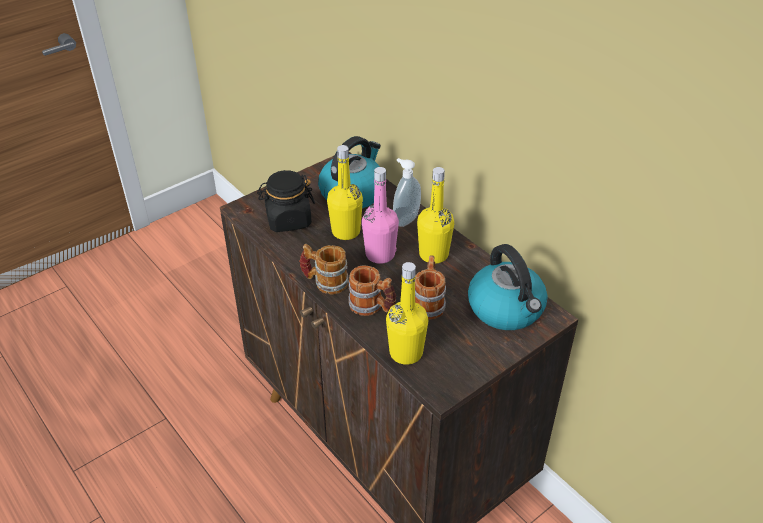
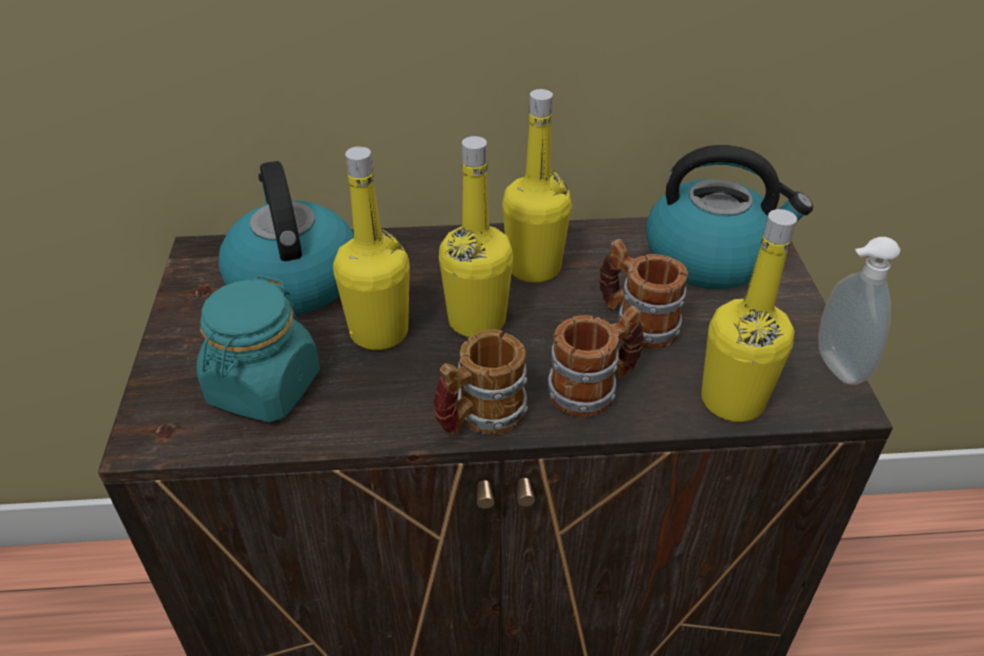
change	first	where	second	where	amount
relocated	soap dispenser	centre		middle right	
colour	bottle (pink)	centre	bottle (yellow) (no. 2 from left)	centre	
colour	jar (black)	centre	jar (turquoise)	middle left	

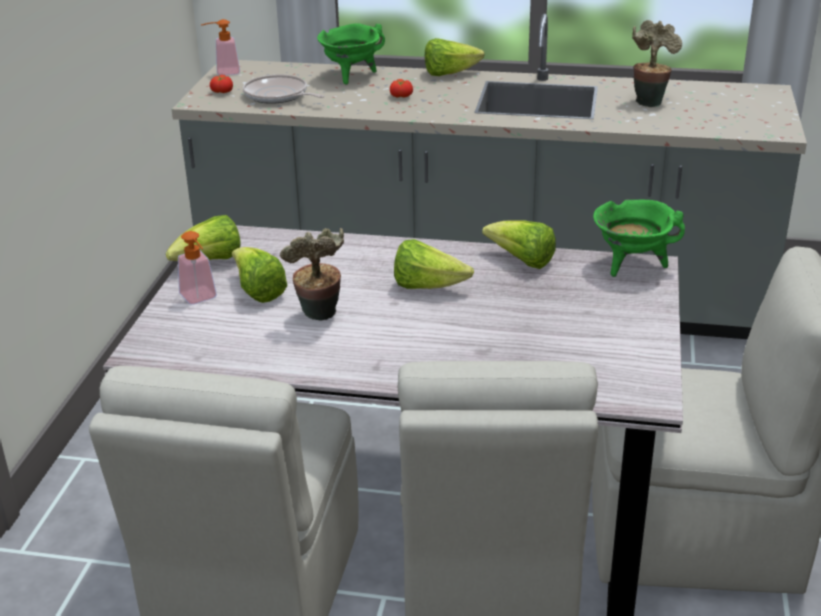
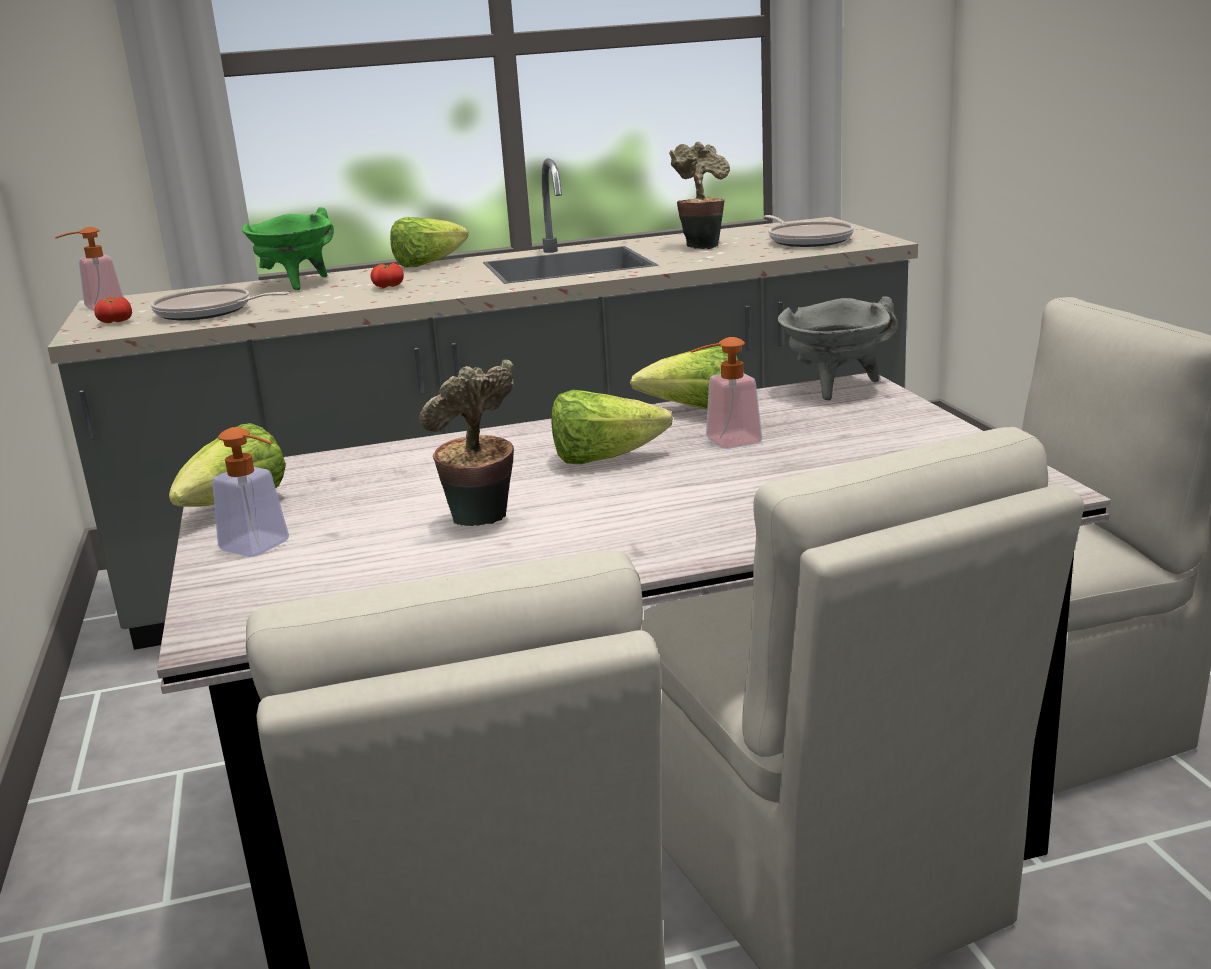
change	first	where	second	where	amount
colour	cooking pot (green) (no. 2 from left)	middle right	cooking pot (grey)	middle right	
missing	lettuce (no. 2 from left)	middle left			
appeared			frying pan (no. 2 from left)	top right	
appeared			soap dispenser (no. 3 from left)	centre	

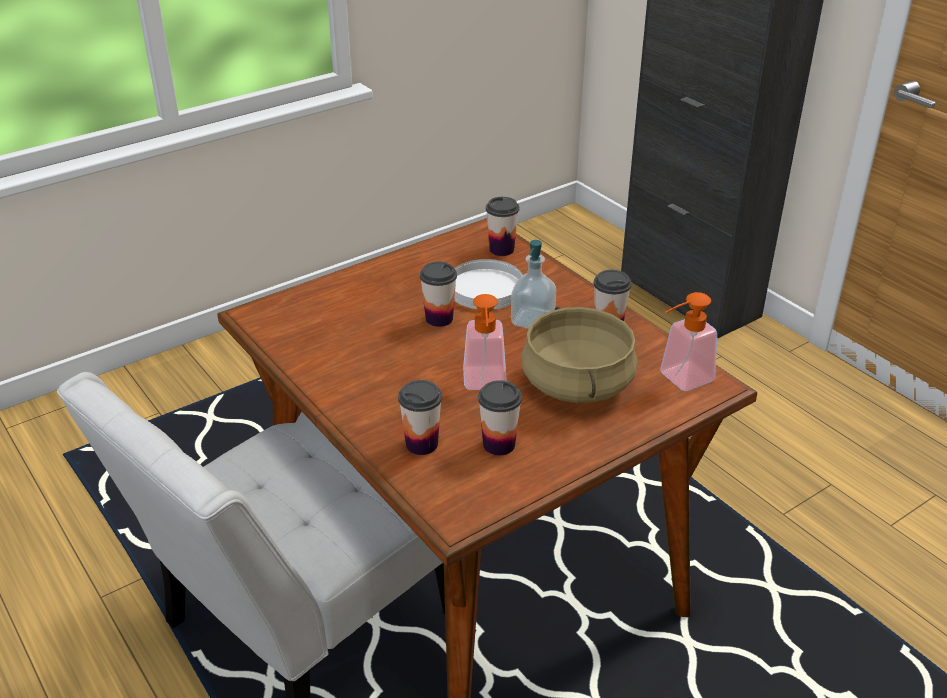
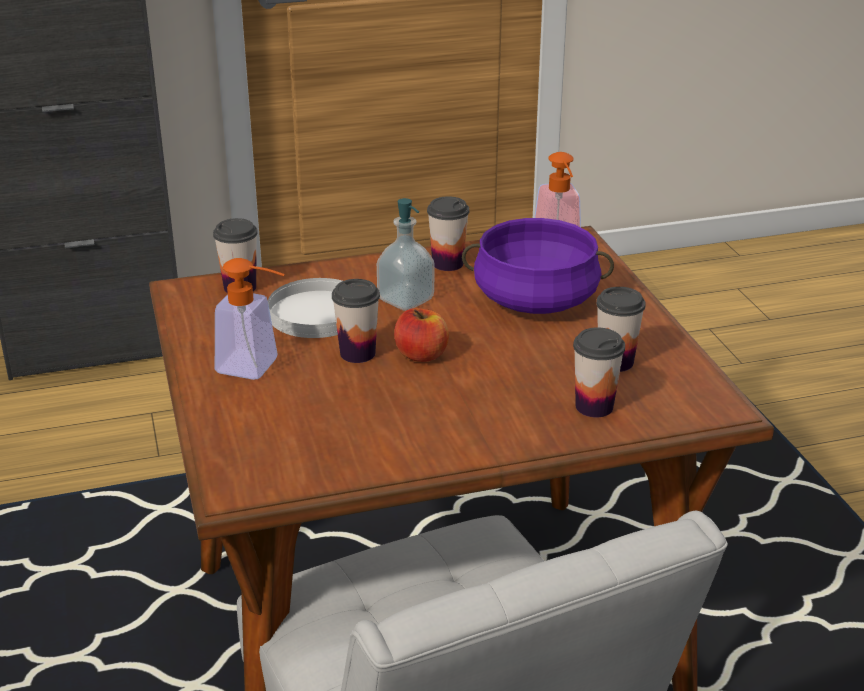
change	first	where	second	where	amount
relocated	soap dispenser (no. 1 from left)	centre		middle left	
colour	cooking pot (beige)	centre	cooking pot (purple)	centre	
appeared			apple	centre	

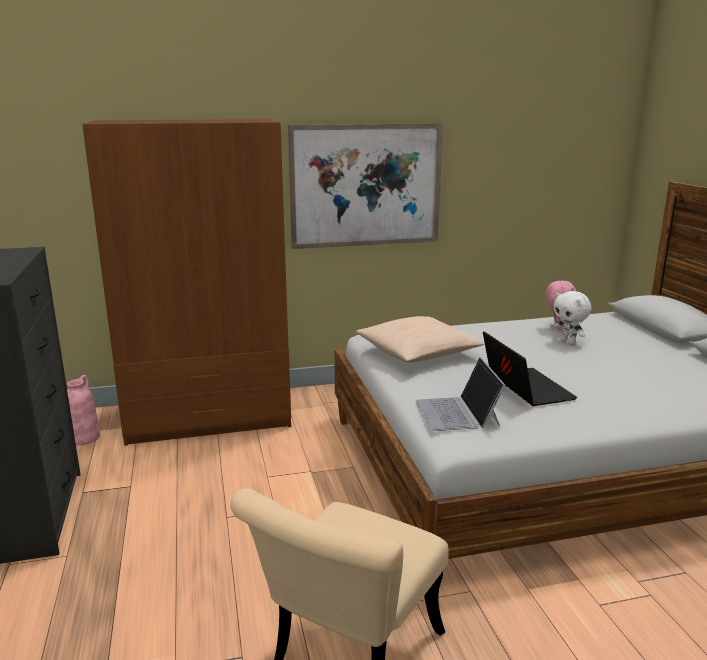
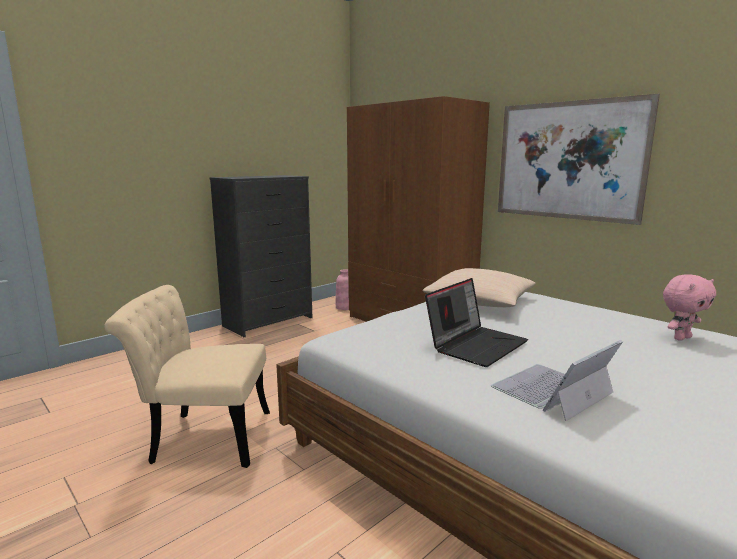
change	first	where	second	where	amount
missing	plush toy (white)	middle right			
relocated	laptop (no. 1 from left in the first image)	centre	laptop (no. 2 from left)	bottom right	

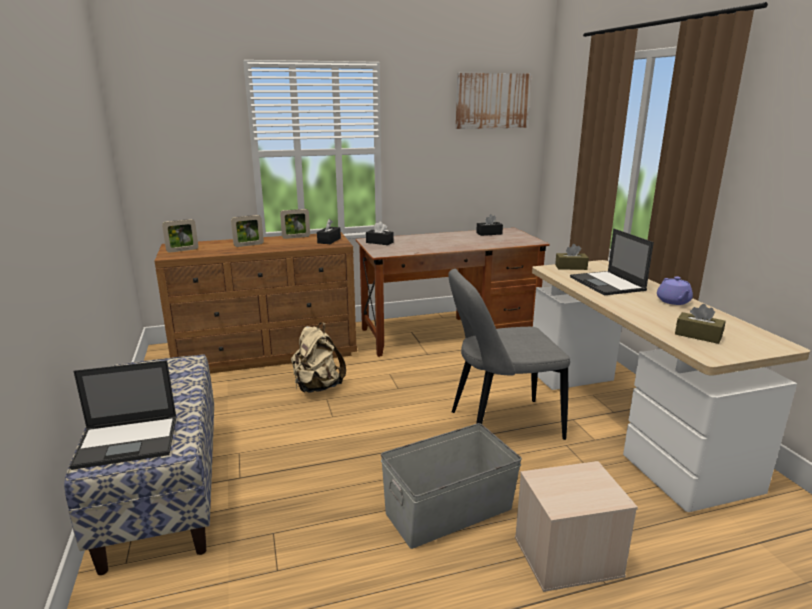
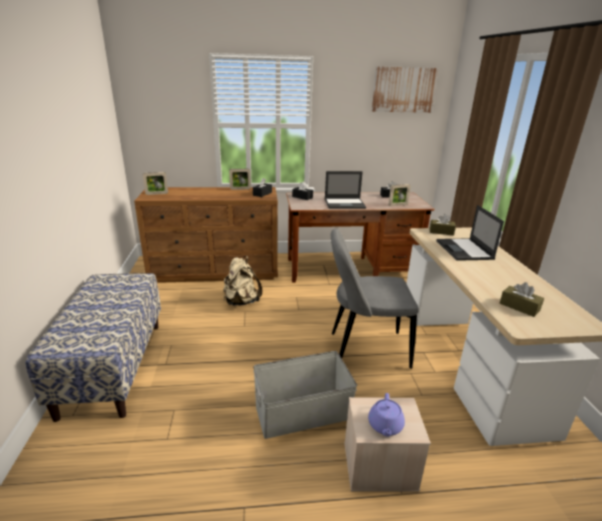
change	first	where	second	where	amount
relocated	picture frame (no. 2 from left in the first image)	middle left	picture frame (no. 3 from left)	centre	
relocated	teapot (purple)	middle right		bottom centre	
relocated	laptop (no. 1 from left)	bottom left		centre	

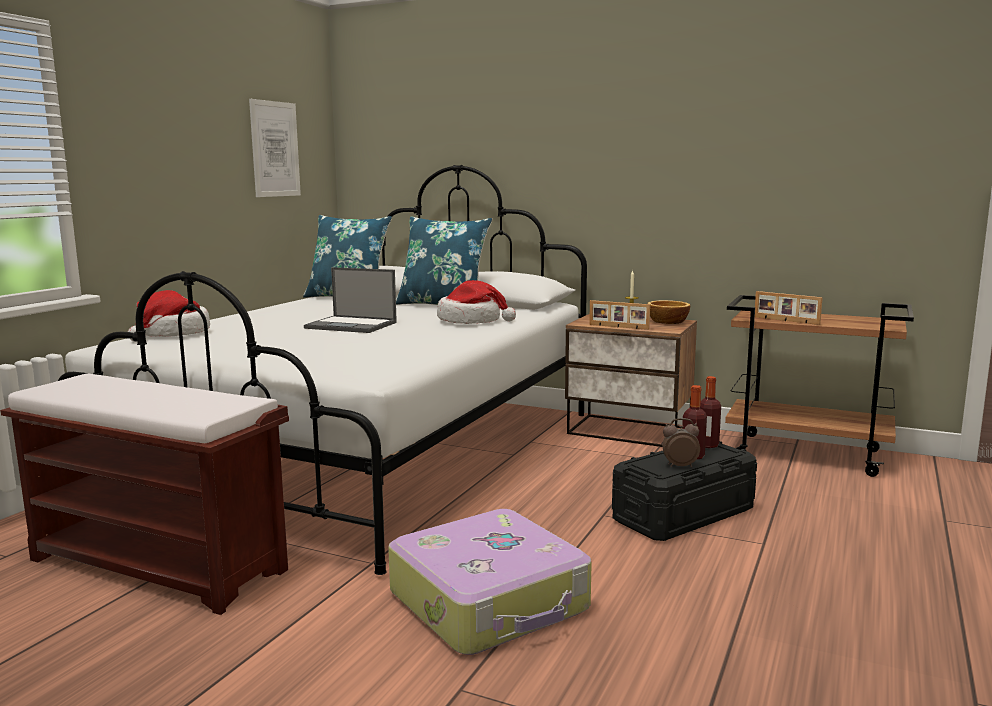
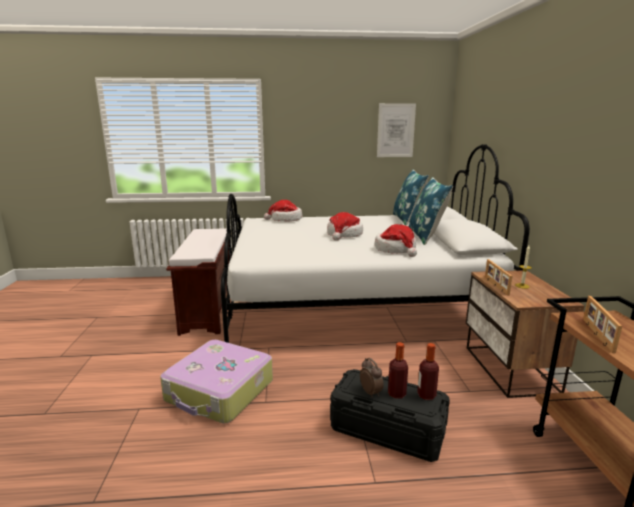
change	first	where	second	where	amount
exchanged	laptop	centre	hat (no. 2 from left)	centre	
missing	bowl	middle right			

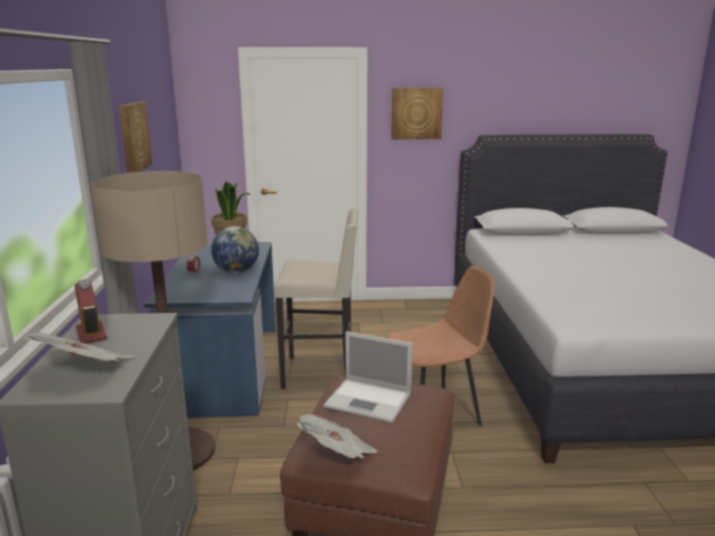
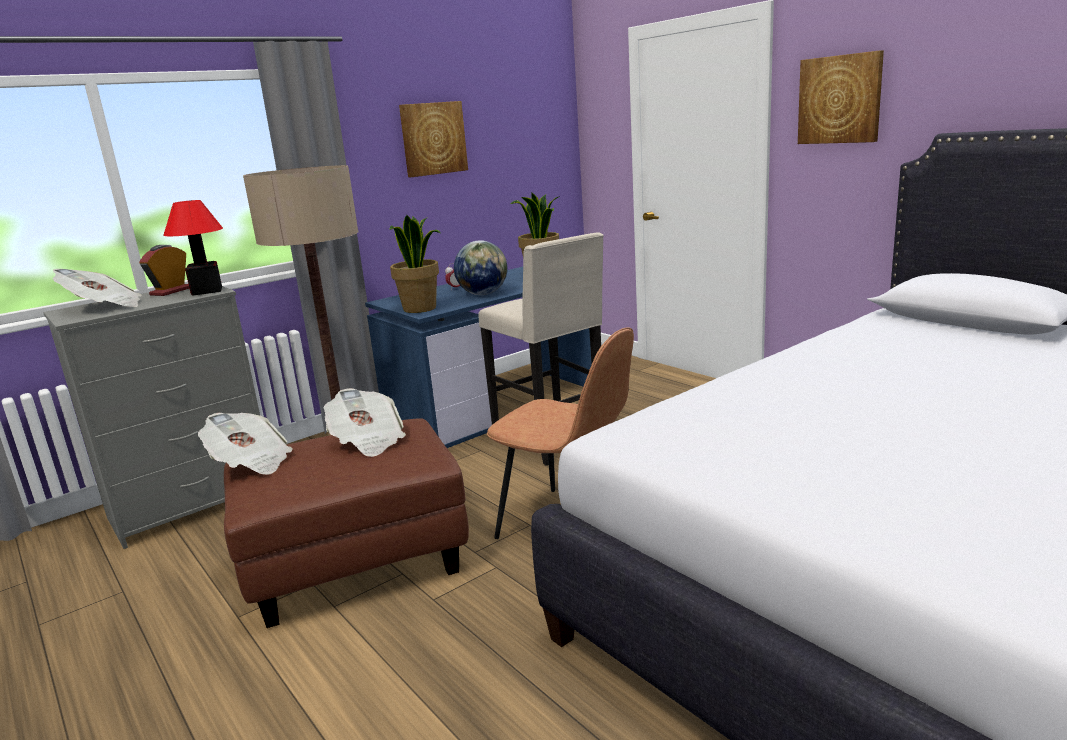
change	first	where	second	where	amount
exchanged	laptop	bottom centre	newspaper (no. 3 from left)	centre	
appeared			table lamp	middle left	
appeared			potted plant (no. 1 from left)	centre	

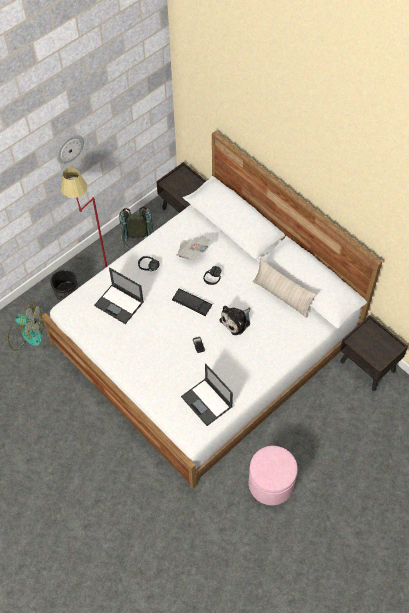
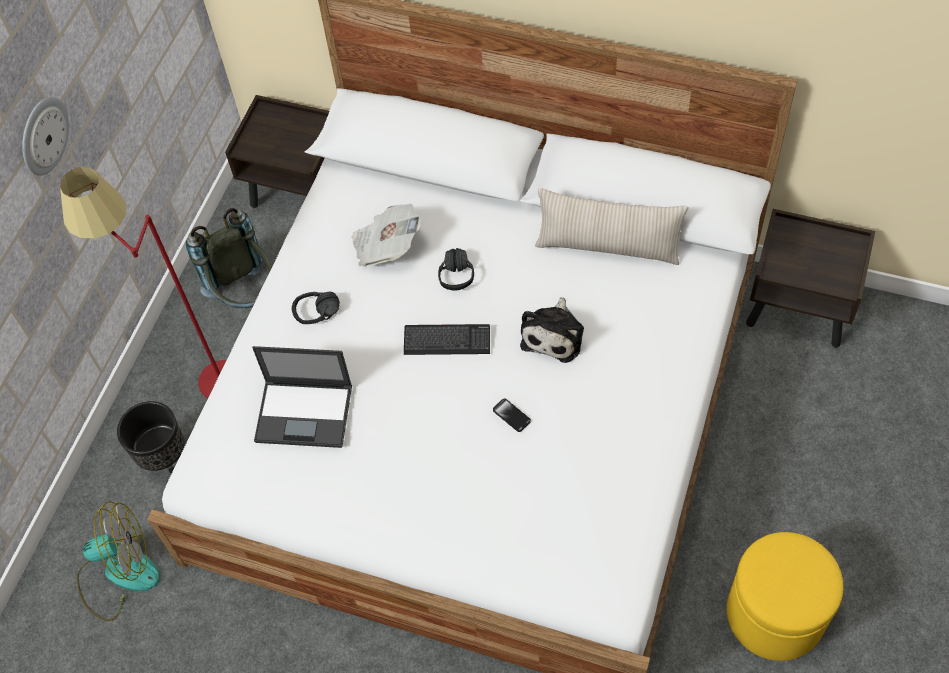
change	first	where	second	where	amount
missing	laptop (no. 2 from left)	centre			
colour	ottoman (pink)	bottom right	ottoman (yellow)	bottom right	

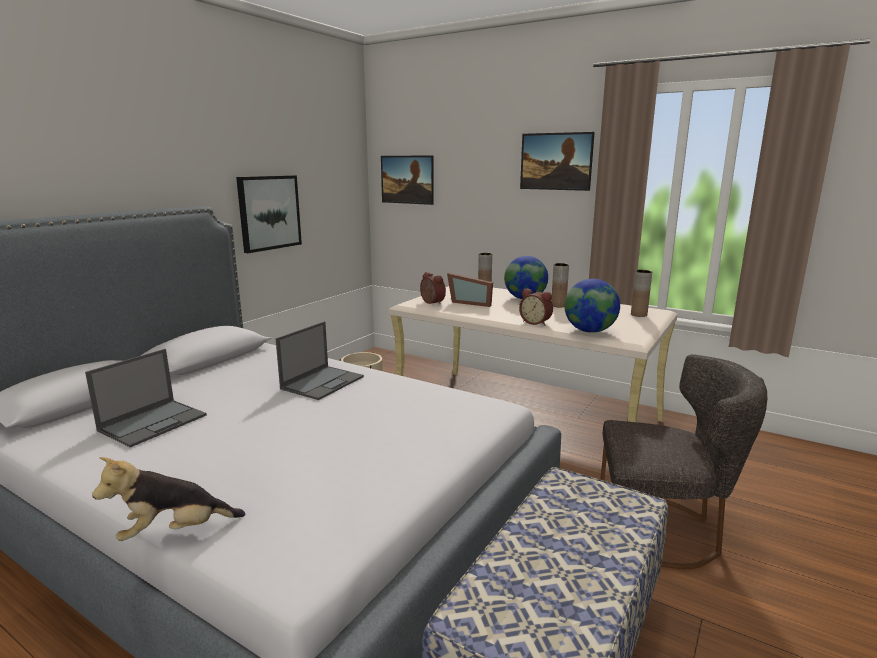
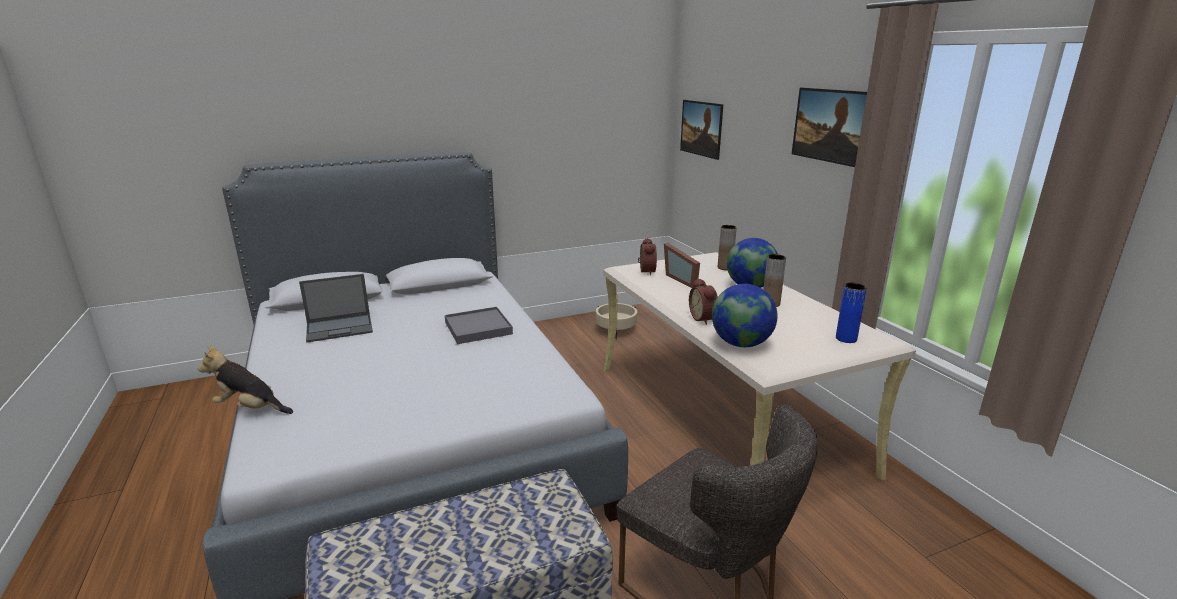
change	first	where	second	where	amount
missing	picture (no. 1 from left)	top left			
colour	vase (brown) (no. 3 from left)	middle right	vase (blue)	middle right	
exchanged	laptop (no. 2 from left)	centre	tray (grey)	centre	

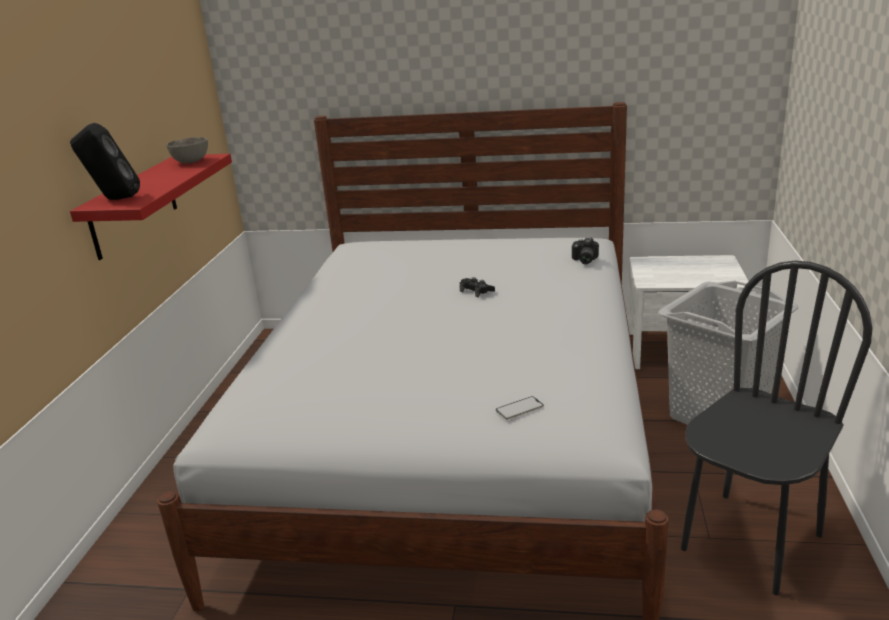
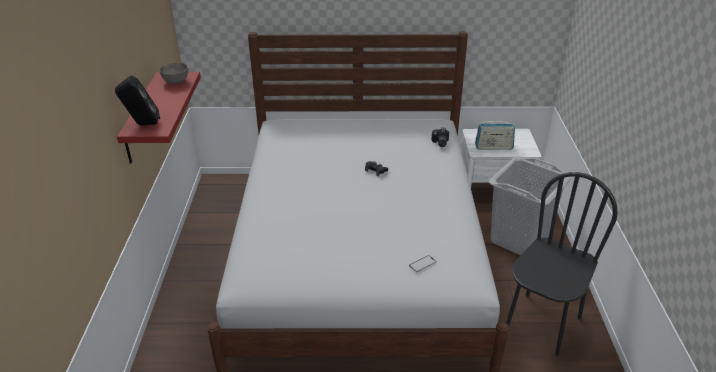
change	first	where	second	where	amount
appeared			radio	middle right	

